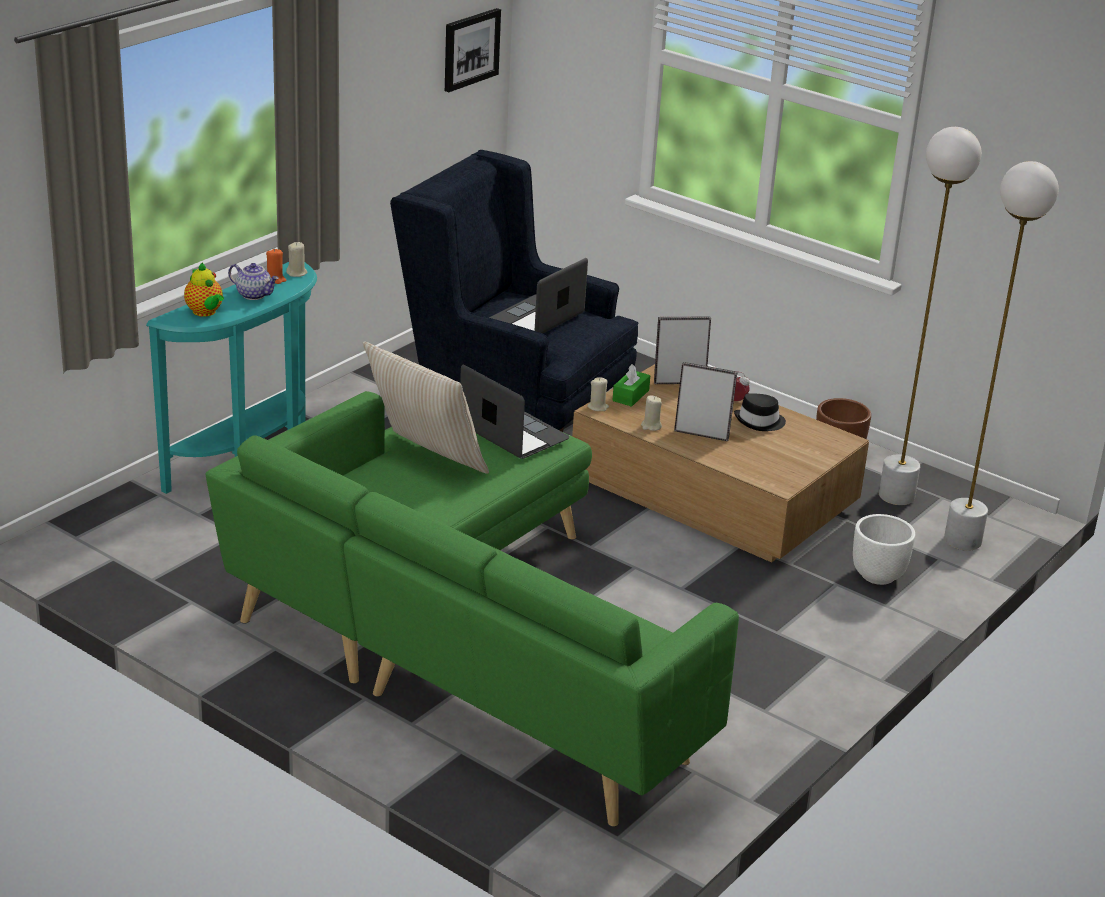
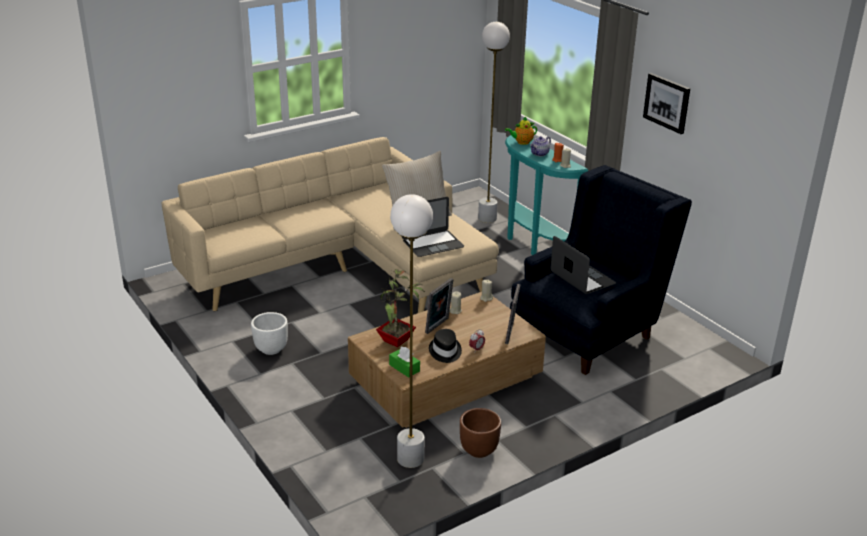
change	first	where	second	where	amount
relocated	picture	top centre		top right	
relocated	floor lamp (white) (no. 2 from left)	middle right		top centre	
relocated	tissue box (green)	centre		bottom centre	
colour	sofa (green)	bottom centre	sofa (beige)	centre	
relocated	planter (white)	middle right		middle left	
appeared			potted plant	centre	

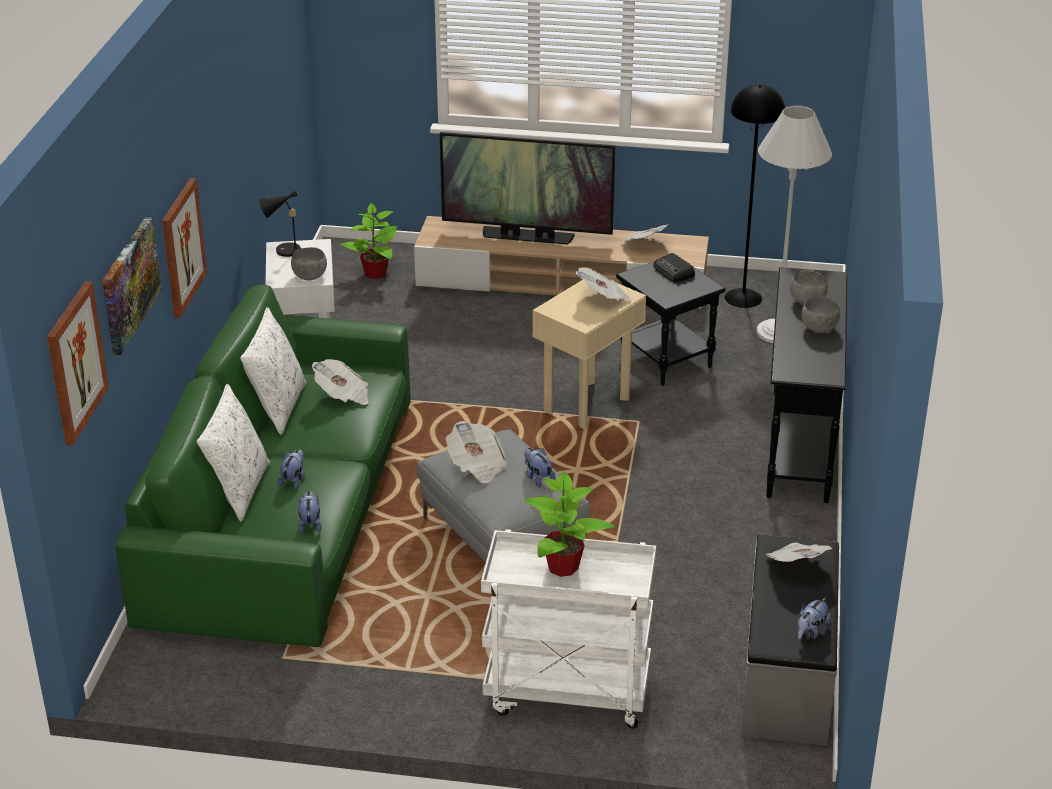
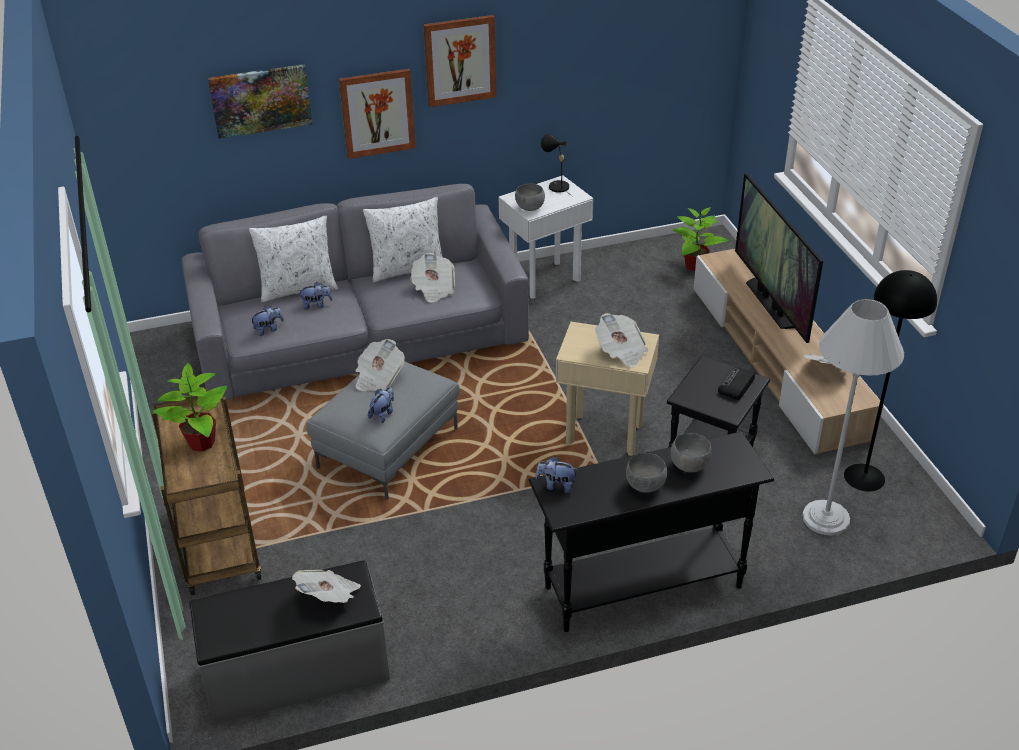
change	first	where	second	where	amount
relocated	picture (no. 1 from left in the first image)	middle left	picture (no. 3 from left)	top centre	
colour	sofa (green)	middle left	sofa (grey)	centre	
colour	cart (white)	bottom centre	cart (brown)	middle left	
relocated	plush toy (no. 4 from left)	bottom right		centre	

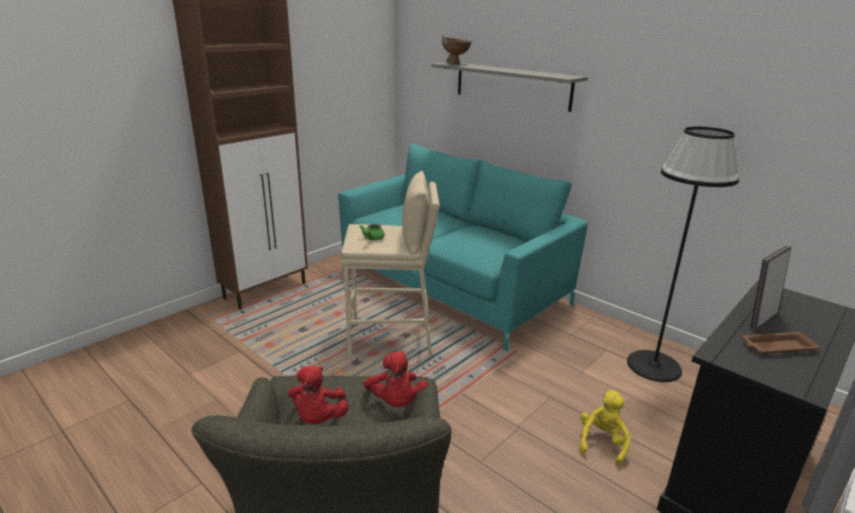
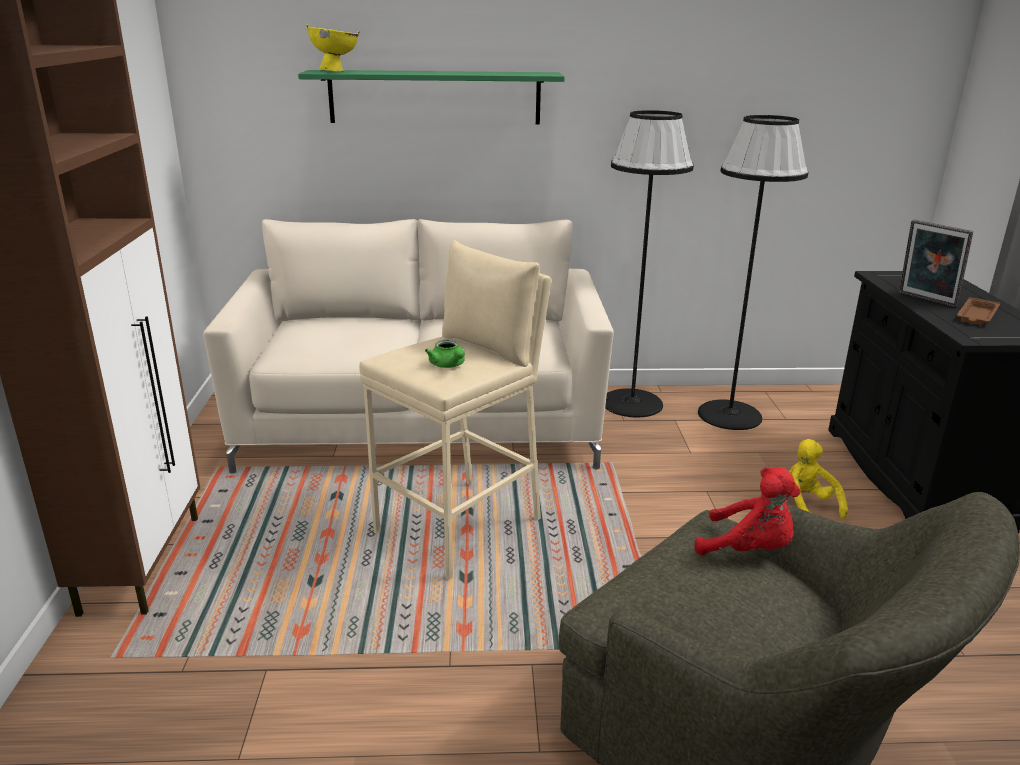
change	first	where	second	where	amount
colour	bowl (brown)	top centre	bowl (yellow)	top left	
colour	shelf (grey)	top centre	shelf (green)	top centre	
colour	sofa (turquoise)	centre	sofa (beige)	centre	
spun	picture frame	middle right		middle right	45 degrees counterclockwise
missing	plush toy (red) (no. 1 from left)	bottom centre			
appeared			floor lamp (black) (no. 1 from left)	centre	

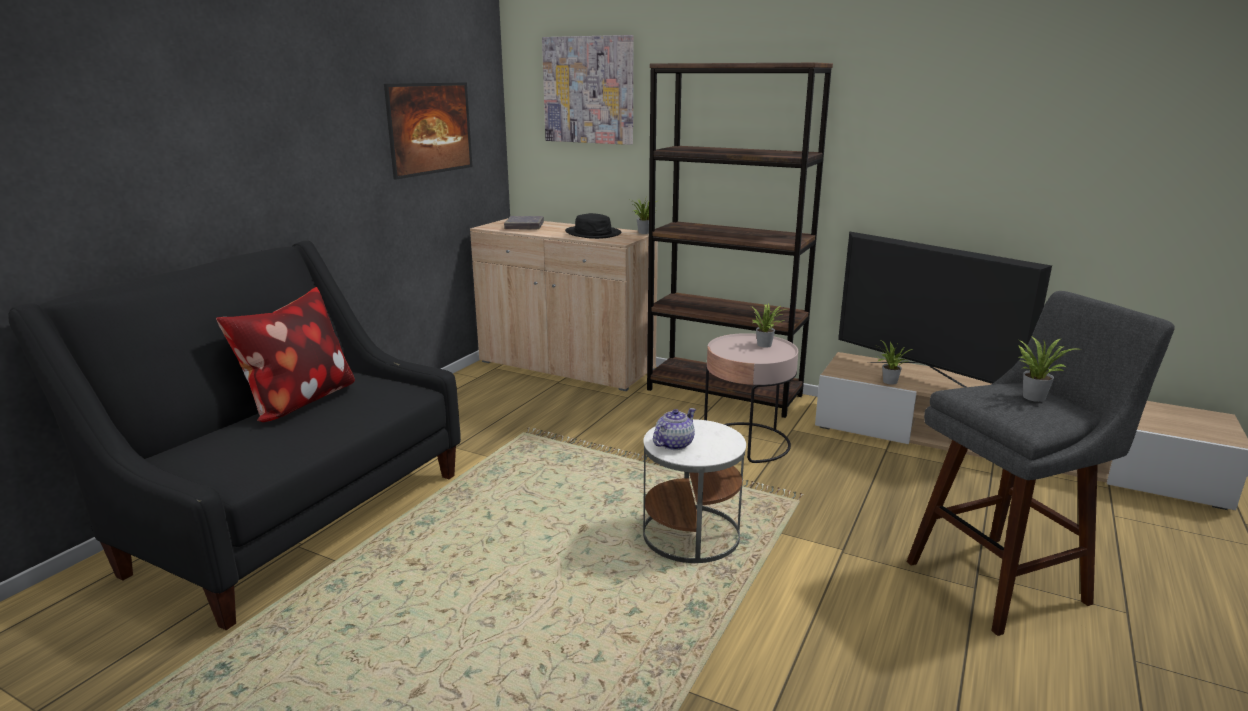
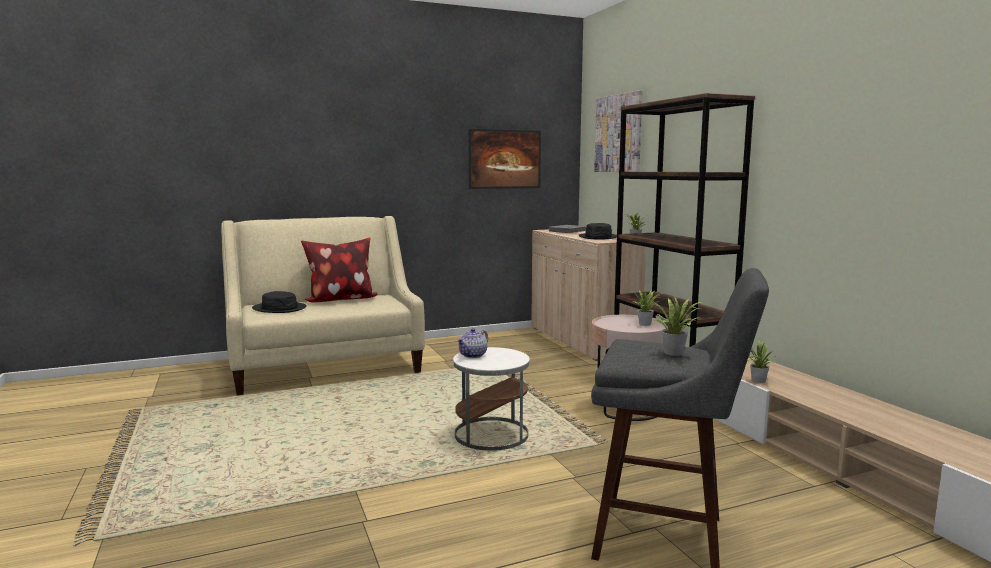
change	first	where	second	where	amount
missing	television	middle right			
colour	sofa (black)	middle left	sofa (beige)	middle left	
spun	teapot	centre		centre	135 degrees clockwise
appeared			hat (black) (no. 1 from left)	middle left	

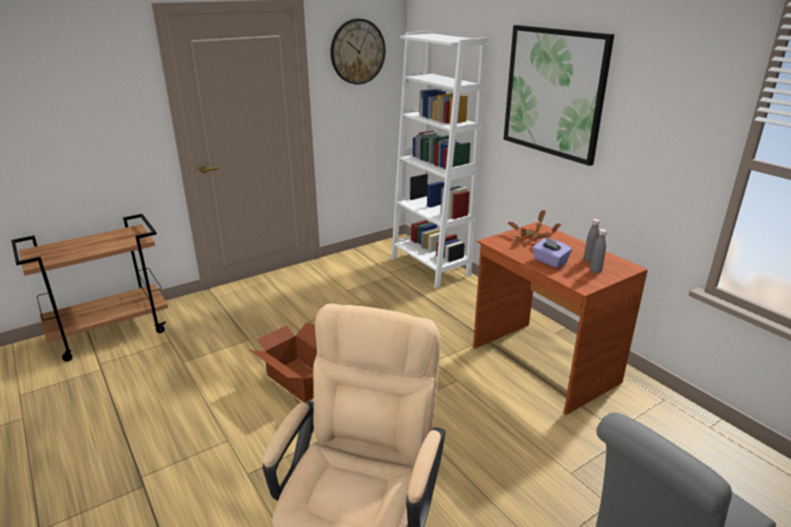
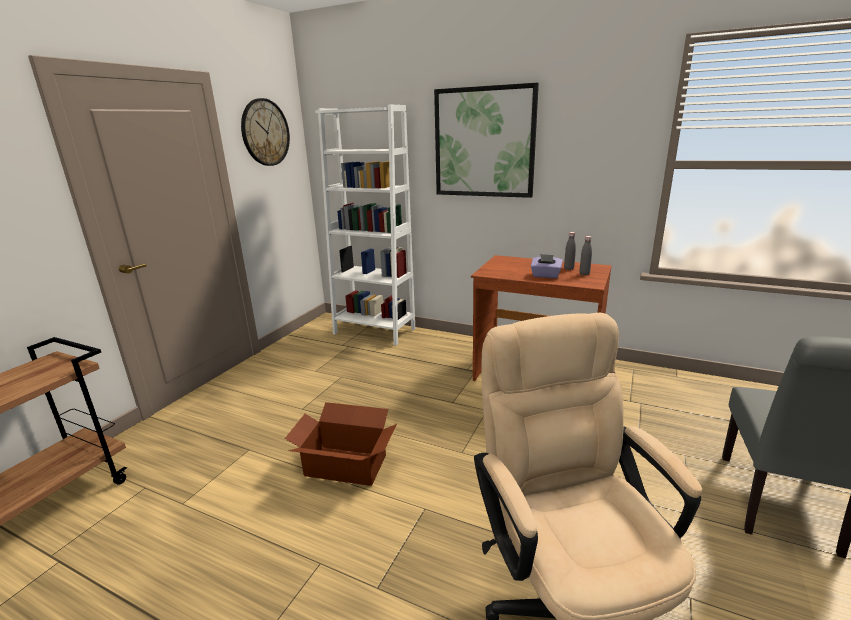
change	first	where	second	where	amount
missing	potted plant	middle right			

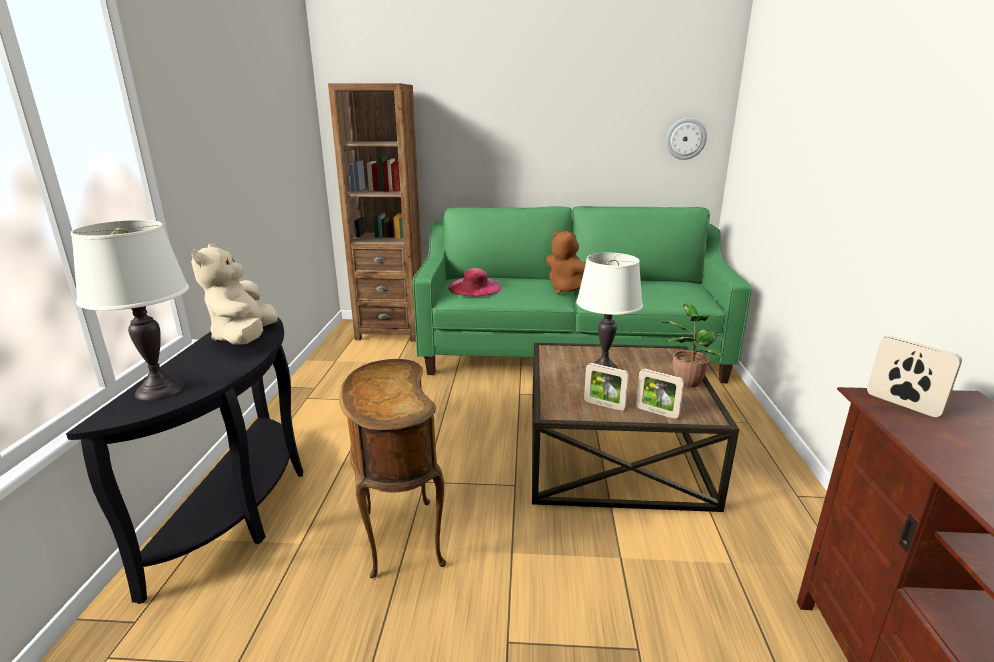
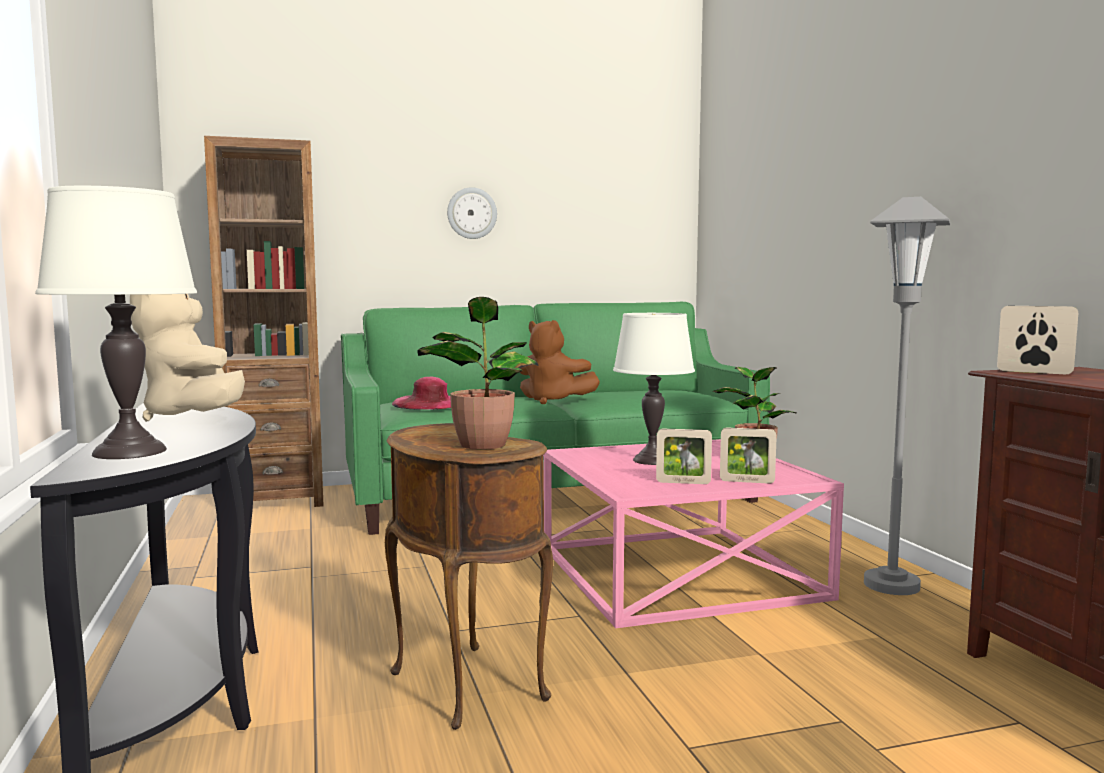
change	first	where	second	where	amount
relocated	wall clock	top right		top centre	
colour	coffee table (brown)	centre	coffee table (pink)	bottom centre	
appeared			floor lamp (grey)	middle right	
appeared			potted plant (no. 1 from left)	centre	

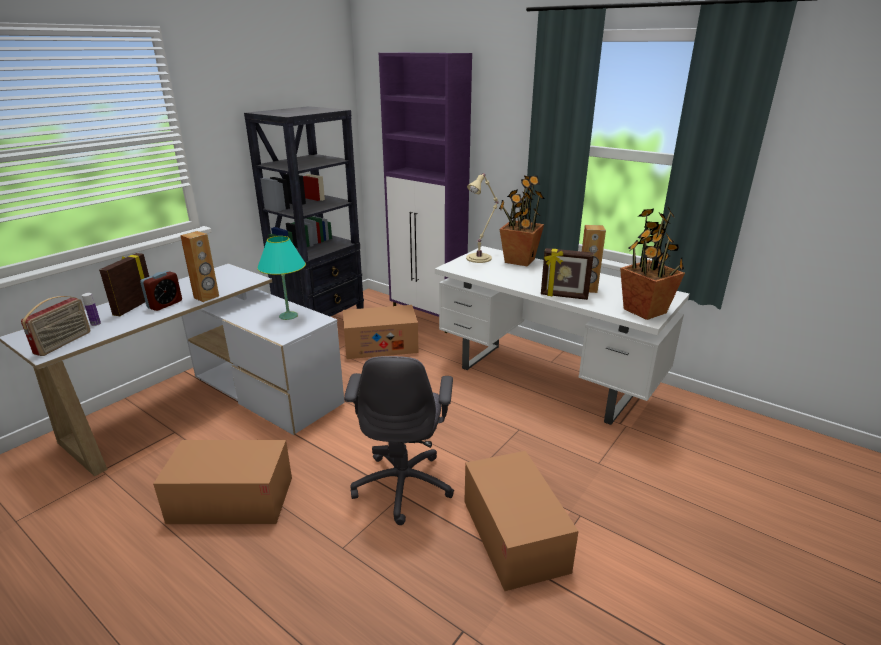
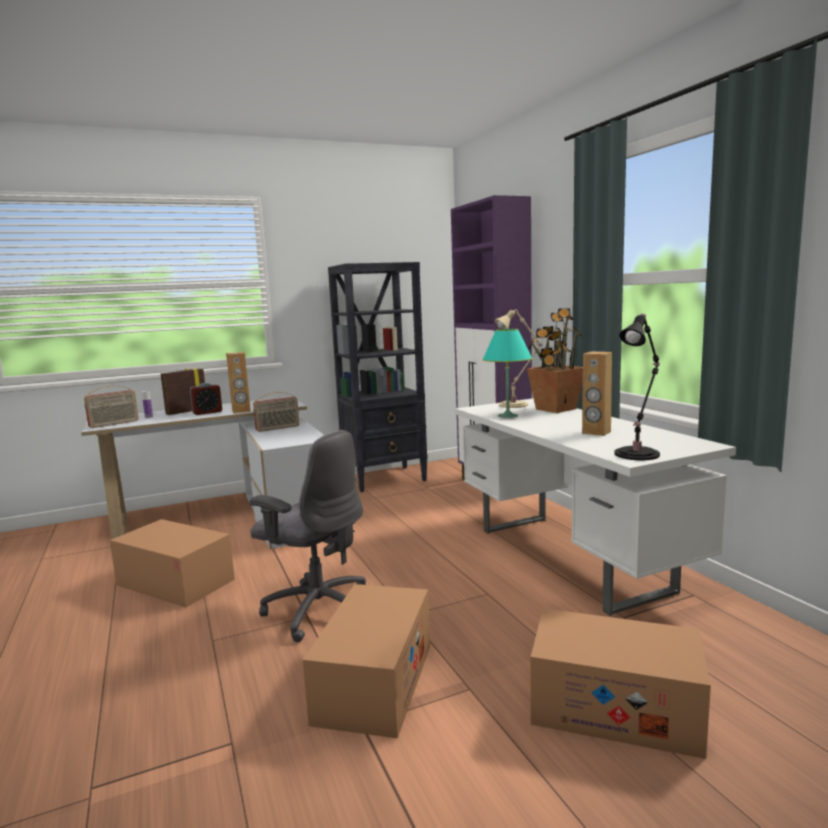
change	first	where	second	where	amount
exchanged	potted plant (no. 2 from left)	middle right	table lamp (black)	middle right	
relocated	table lamp (turquoise)	middle left		centre	
missing	picture frame (no. 2 from left)	centre			
relocated	cardboard box (no. 2 from left in the first image)	centre	cardboard box (no. 3 from left)	bottom right	
spun	office chair (grey)	bottom centre		centre	90 degrees counterclockwise
appeared			radio (no. 2 from left)	centre	

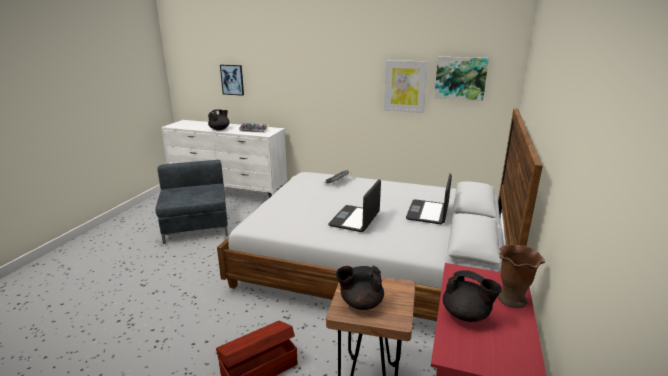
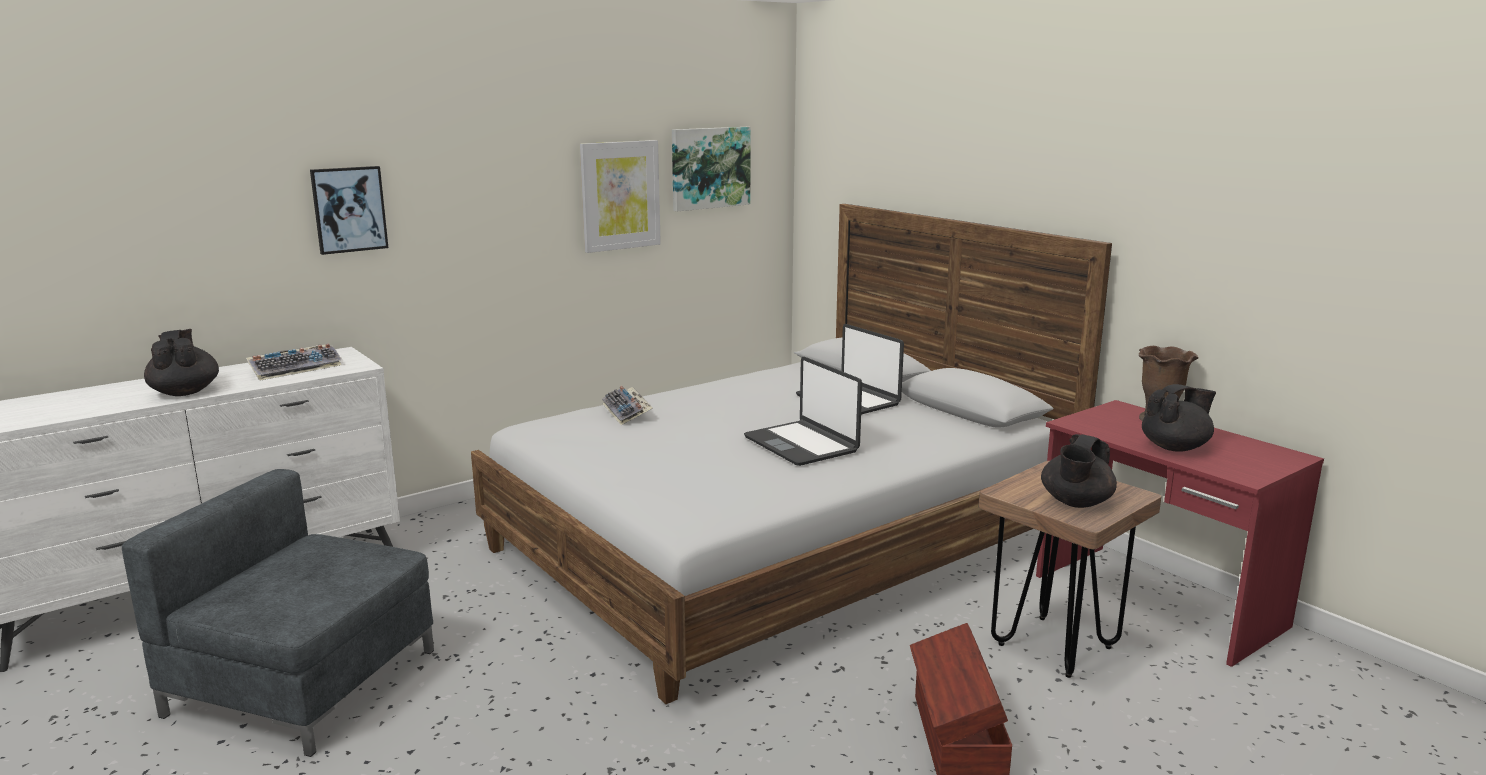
change	first	where	second	where	amount
relocated	picture (no. 1 from left)	top centre		top left	

